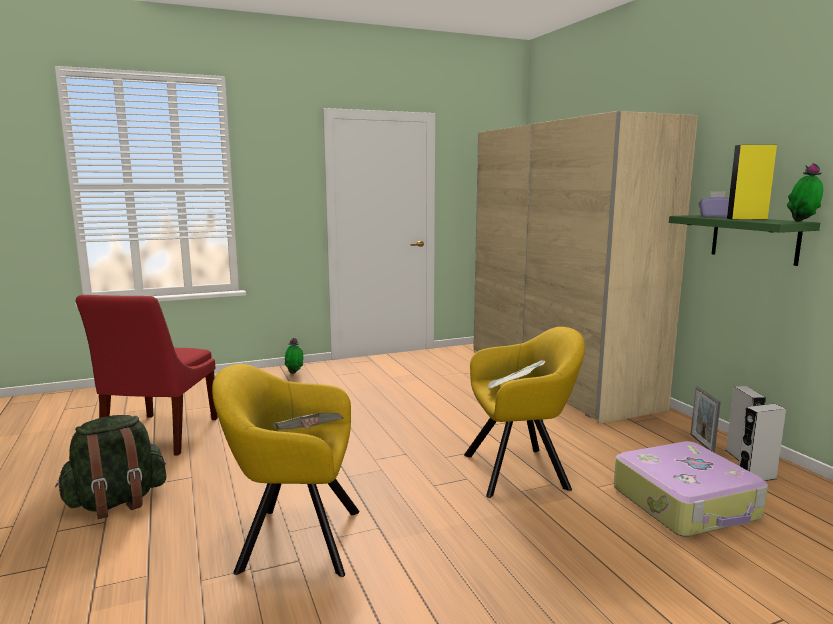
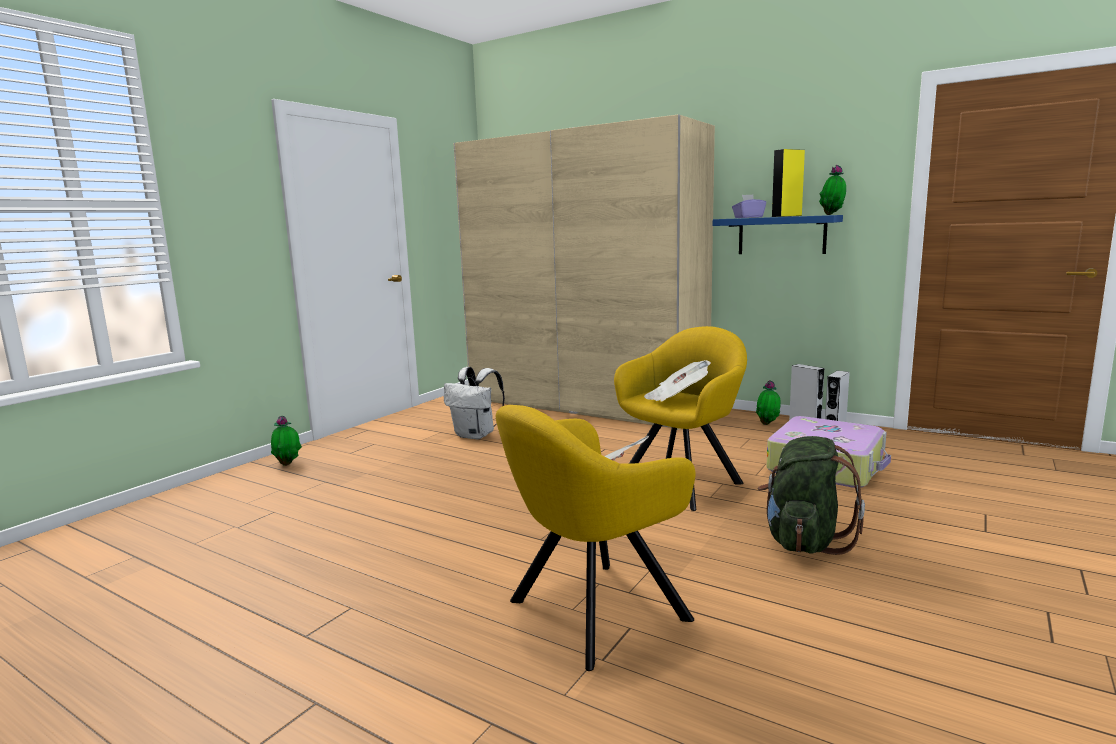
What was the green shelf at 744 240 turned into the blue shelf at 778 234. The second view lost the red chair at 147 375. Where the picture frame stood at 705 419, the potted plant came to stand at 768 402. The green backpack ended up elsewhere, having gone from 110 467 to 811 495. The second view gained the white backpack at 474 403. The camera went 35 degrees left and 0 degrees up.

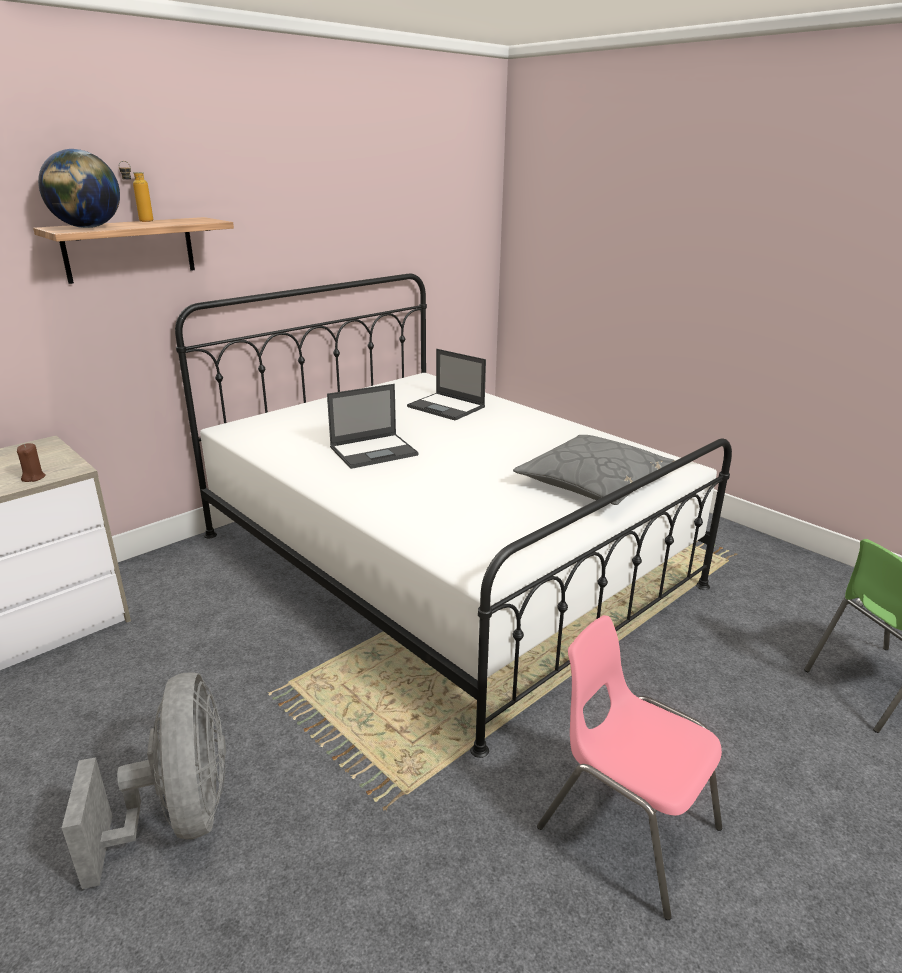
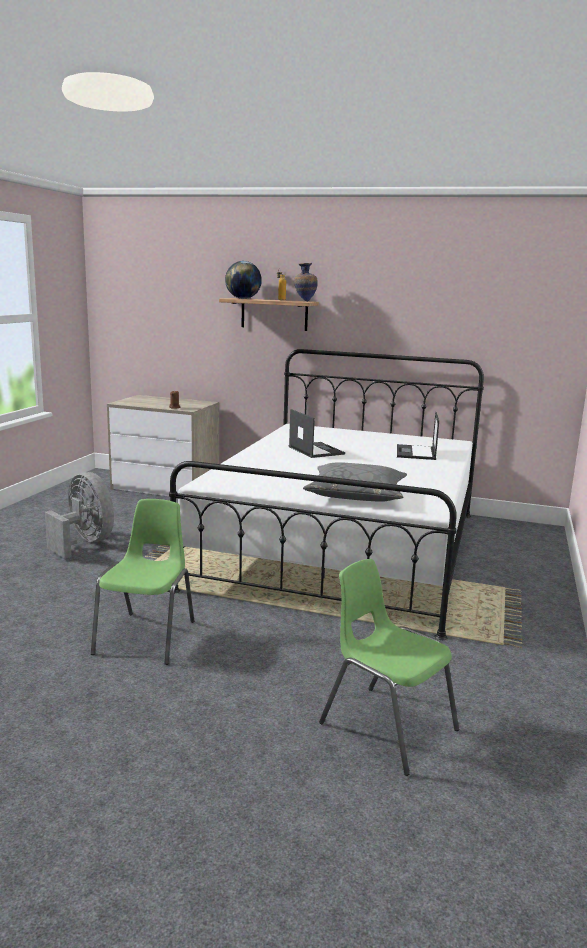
The laptop at 373 426 ended up facing another way, 150 degrees counterclockwise from before. What was the pink chair at 629 767 turned into the green chair at 142 582. The grey fan at 144 781 ended up facing another way, 90 degrees counterclockwise from before. The second view gained the vase at 306 282. The camera went 60 degrees right and 10 degrees down.

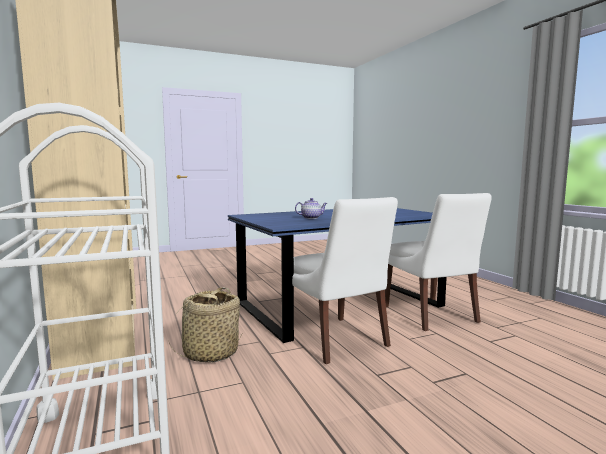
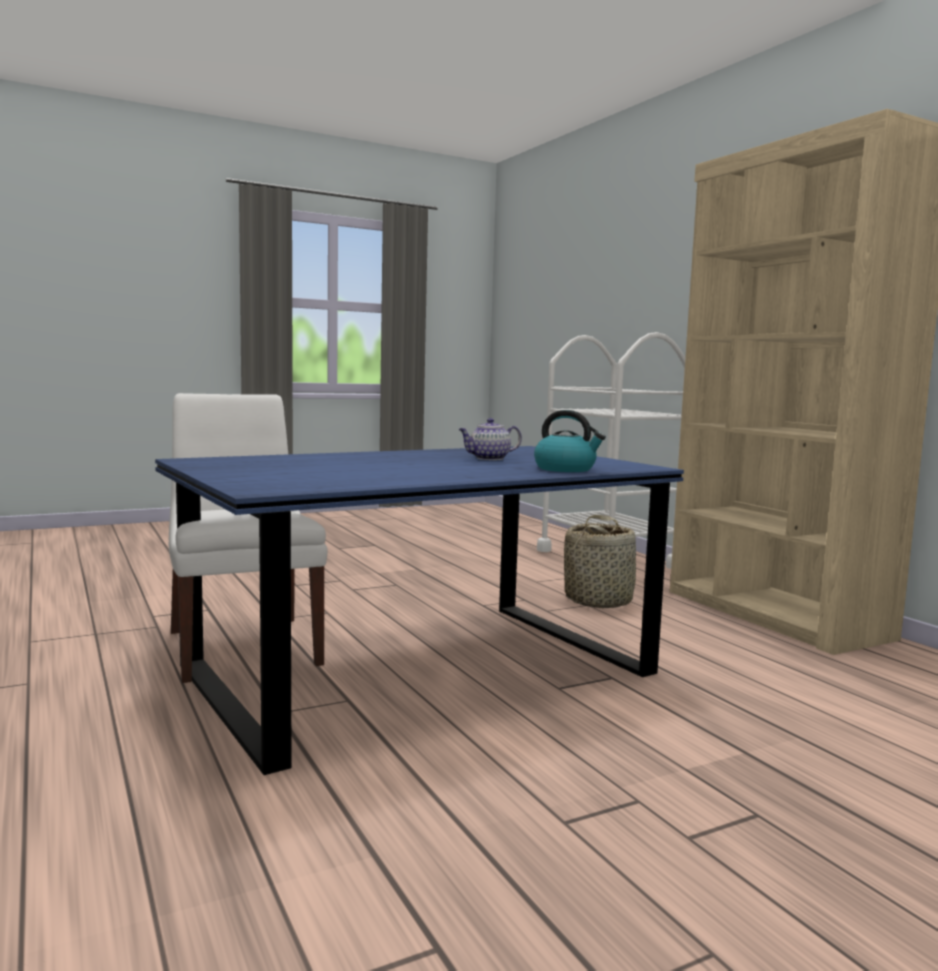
The second view lost the white chair at 345 280. The second view gained the kettle at 570 441. The camera went 175 degrees right and 0 degrees up.

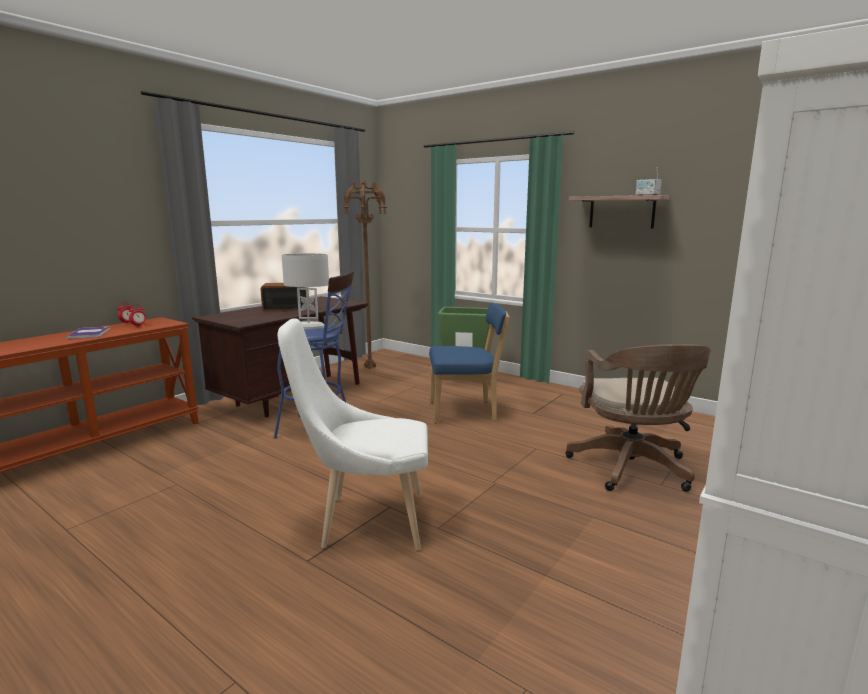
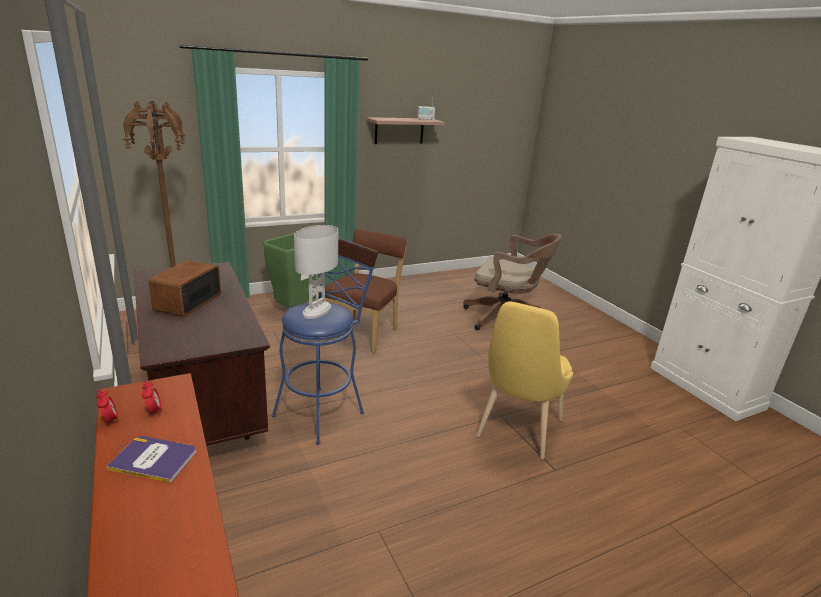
What was the blue chair at 469 362 turned into the brown chair at 366 291. What was the white chair at 353 434 turned into the yellow chair at 524 380. The camera went 65 degrees left and 10 degrees up.

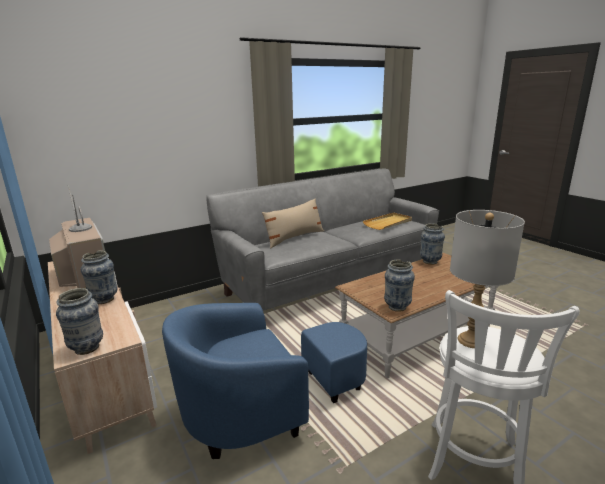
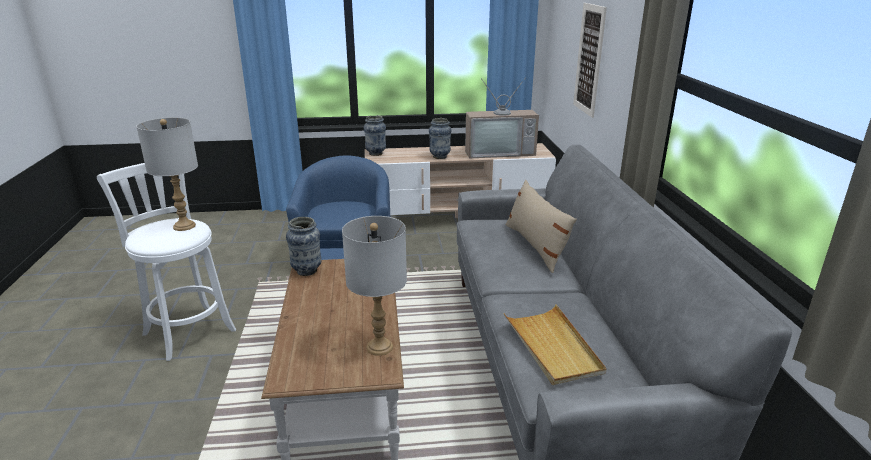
Where the vase stood at 432 244, the grey table lamp came to stand at 374 286. The second view gained the picture at 590 60. The camera went 115 degrees right and 5 degrees up.

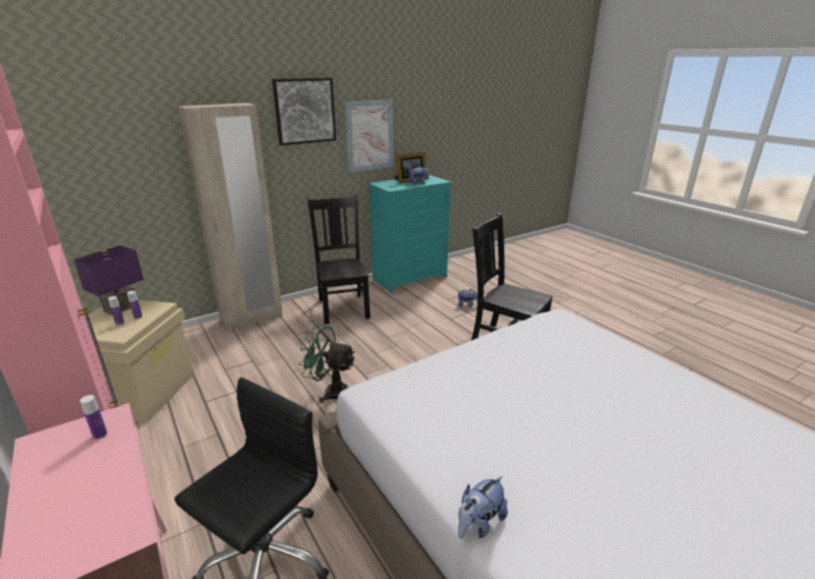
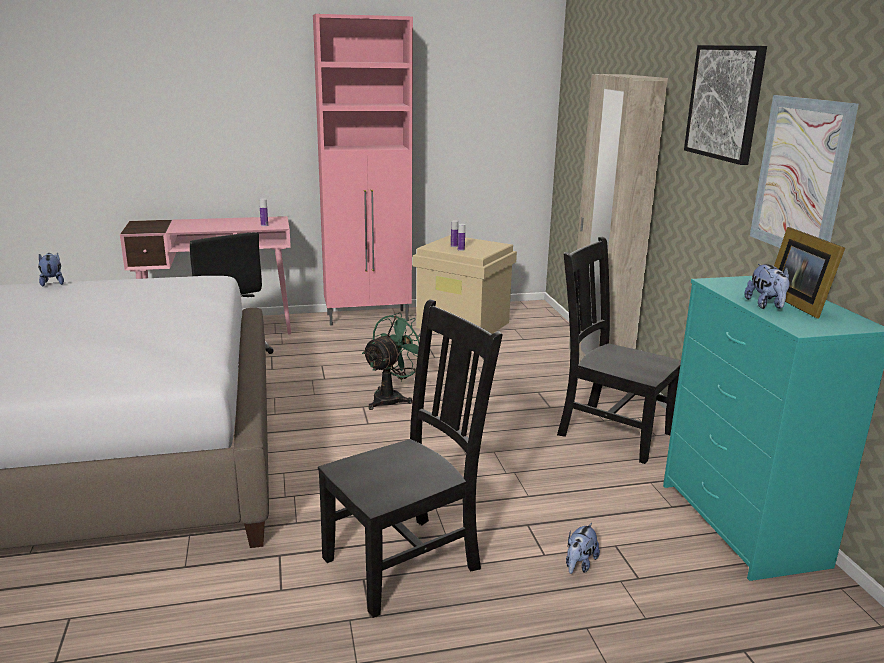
The black chair at 338 259 ended up facing another way, 150 degrees counterclockwise from before. The second view lost the purple table lamp at 109 280. The camera went 110 degrees right and 5 degrees down.

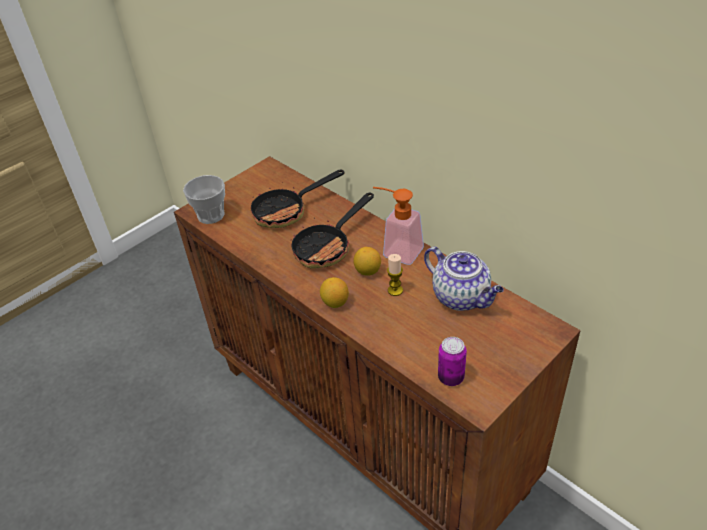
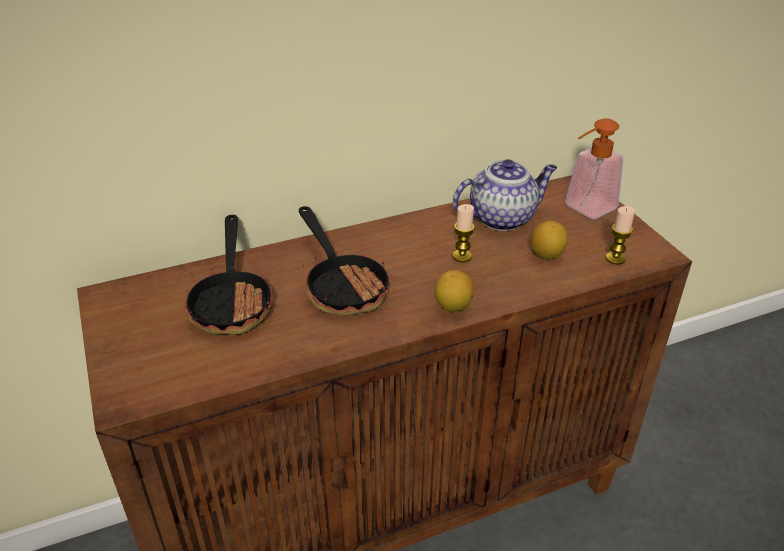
The second view lost the cup at 204 199. The soap dispenser ended up elsewhere, having gone from 398 226 to 594 168. The lemon ended up elsewhere, having gone from 367 261 to 549 240. Where the can stood at 452 361, the candle came to stand at 620 235. The camera went 70 degrees left and 5 degrees down.

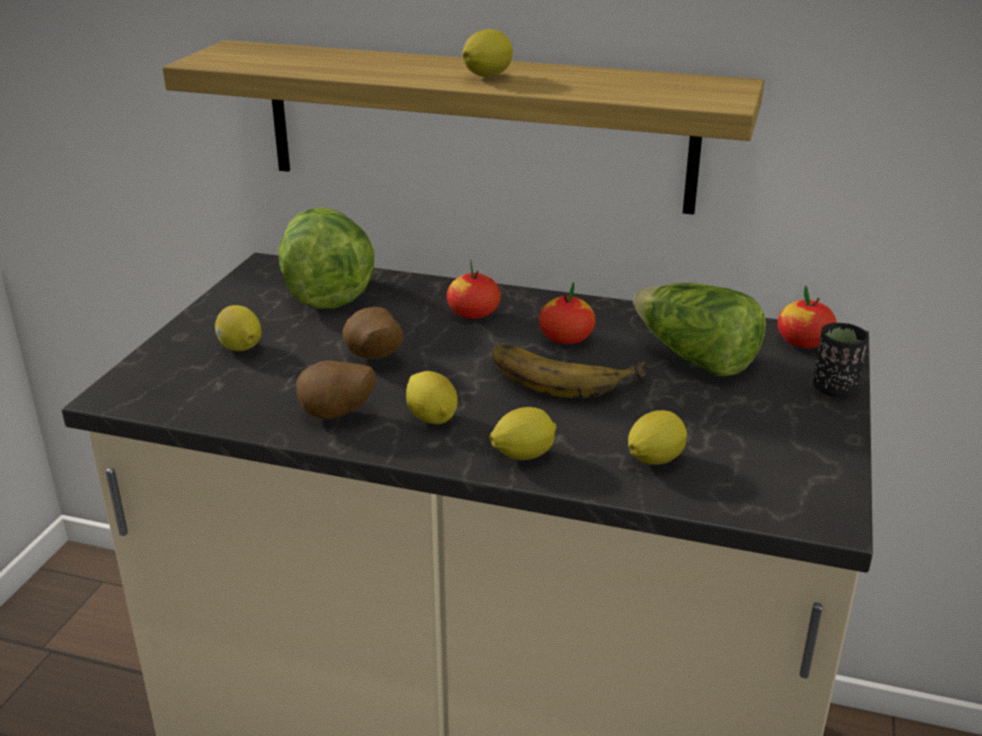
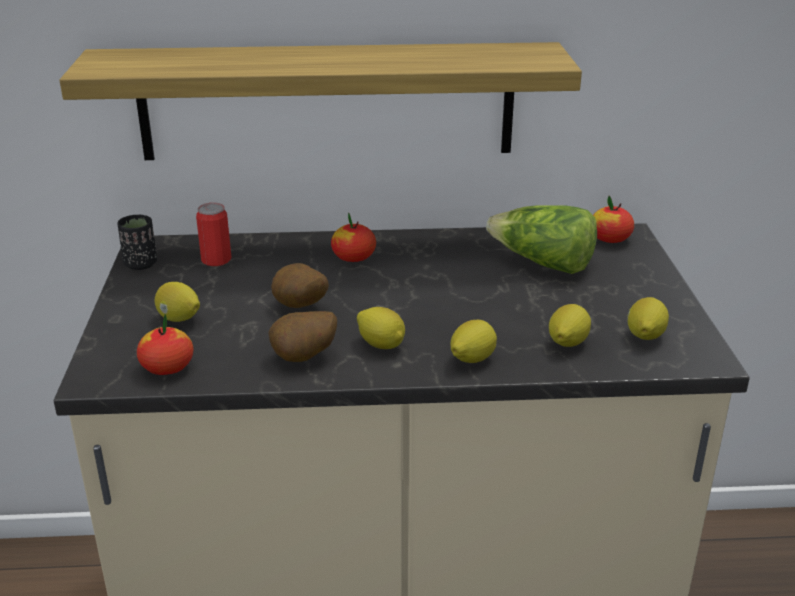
The lemon ended up elsewhere, having gone from 487 53 to 648 318. Where the lettuce stood at 326 258, the can came to stand at 213 234. The apple ended up elsewhere, having gone from 567 313 to 165 344. The black cup ended up elsewhere, having gone from 840 360 to 137 242. The second view lost the banana at 570 371. The camera went 20 degrees left and 0 degrees up.

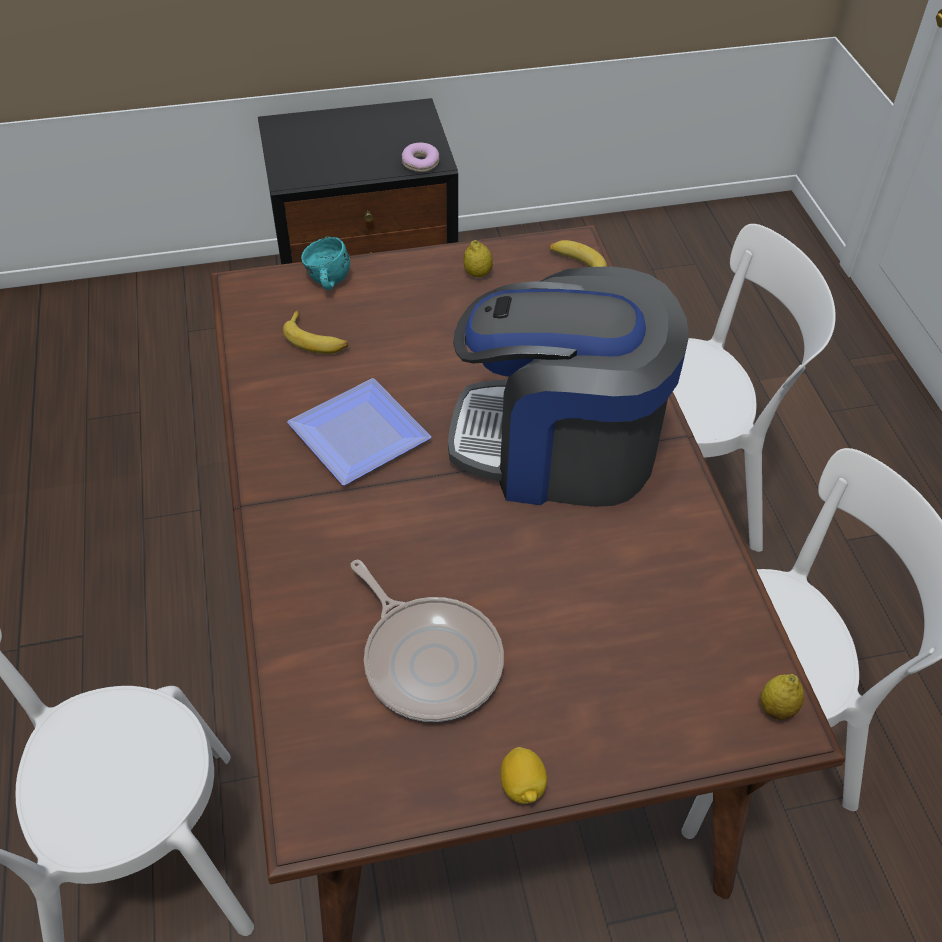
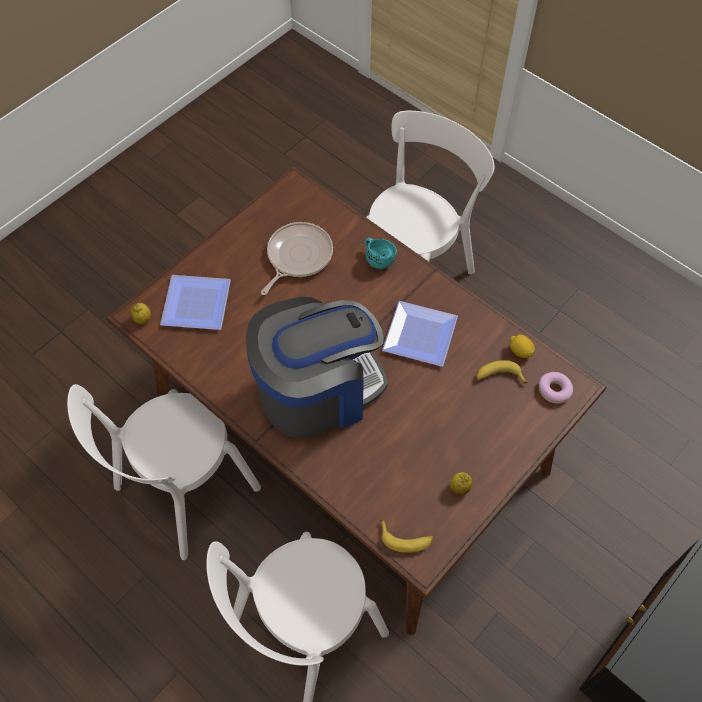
The donut ended up elsewhere, having gone from 420 157 to 556 388. The turquoise mug ended up elsewhere, having gone from 325 263 to 381 254. The frying pan at 427 640 ended up facing another way, 105 degrees clockwise from before. The lemon ended up elsewhere, having gone from 524 775 to 522 346. The second view gained the plate at 195 302. The camera went 145 degrees right and 10 degrees up.

